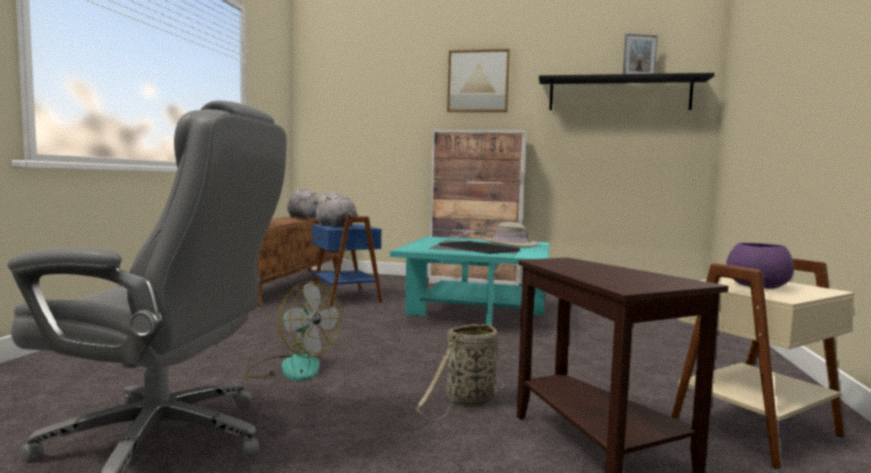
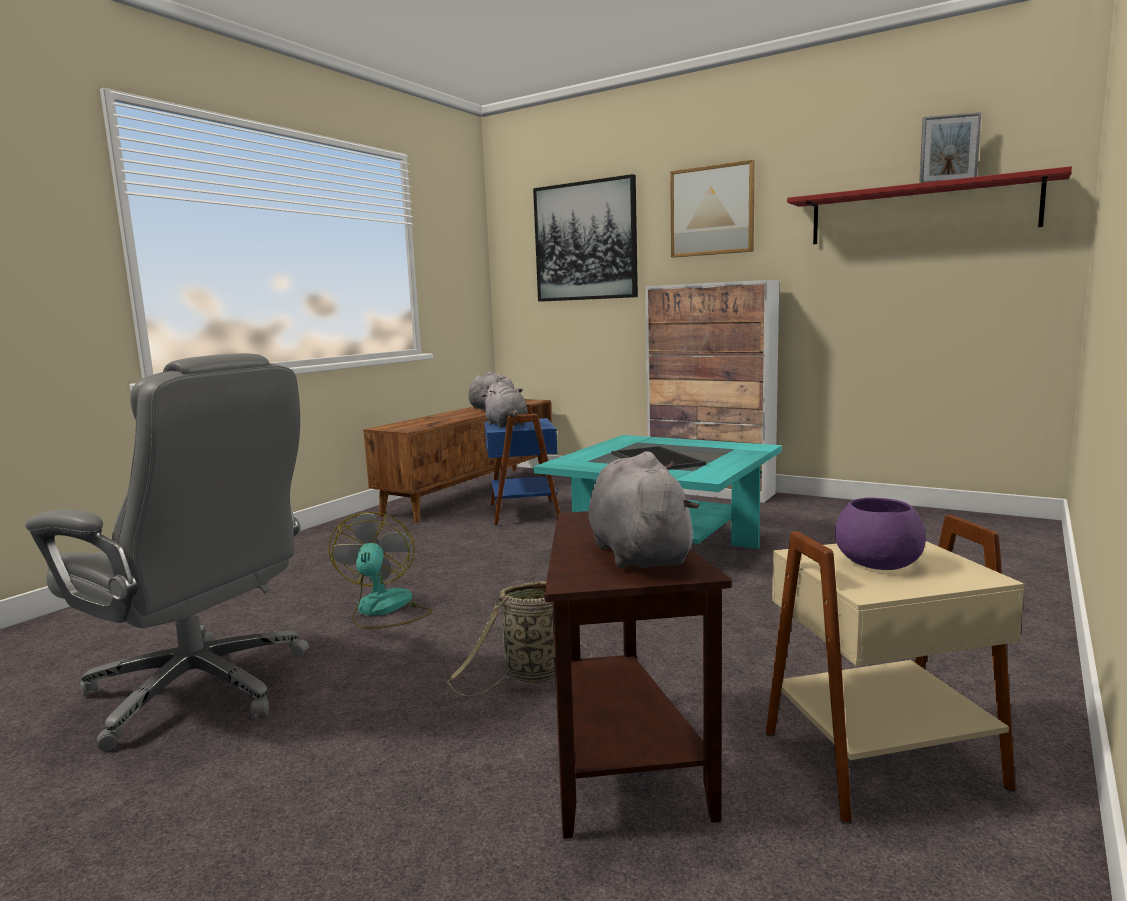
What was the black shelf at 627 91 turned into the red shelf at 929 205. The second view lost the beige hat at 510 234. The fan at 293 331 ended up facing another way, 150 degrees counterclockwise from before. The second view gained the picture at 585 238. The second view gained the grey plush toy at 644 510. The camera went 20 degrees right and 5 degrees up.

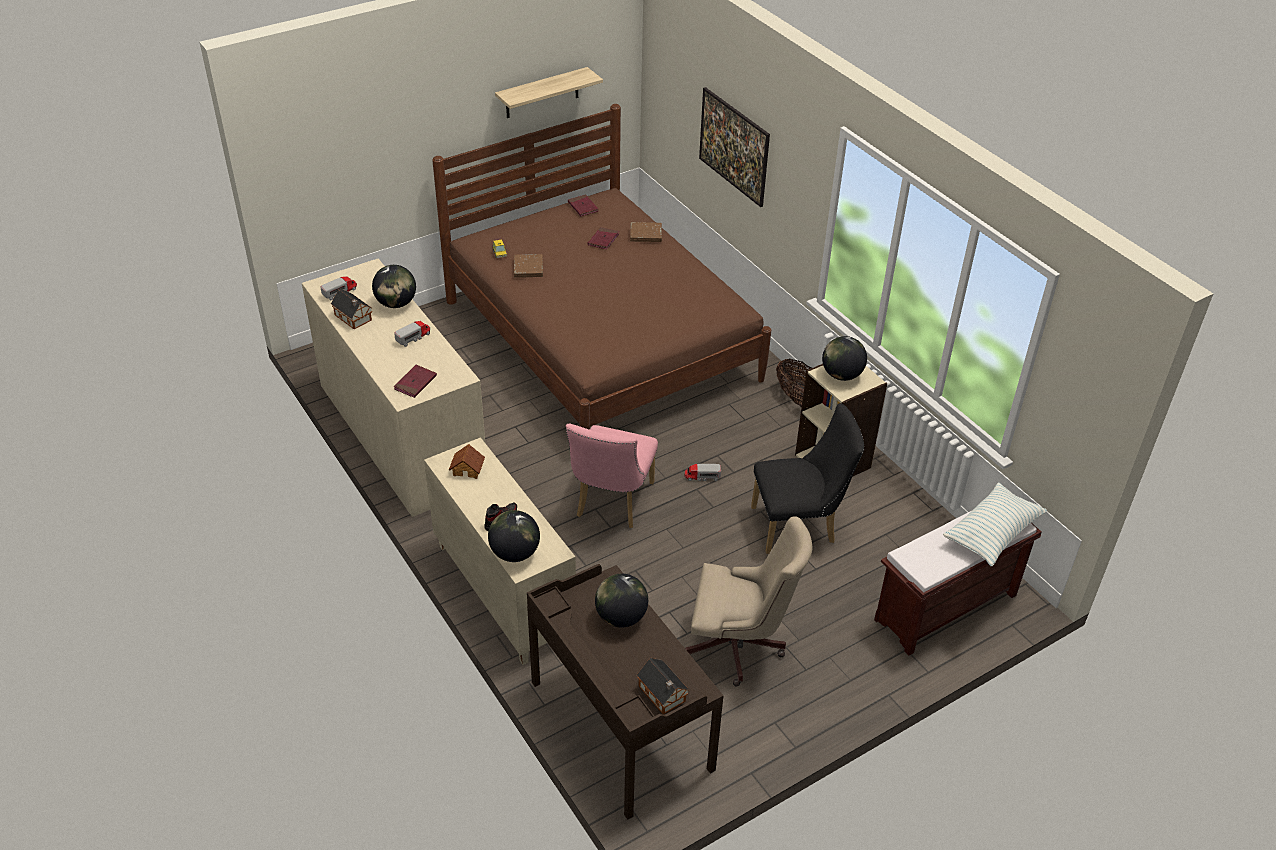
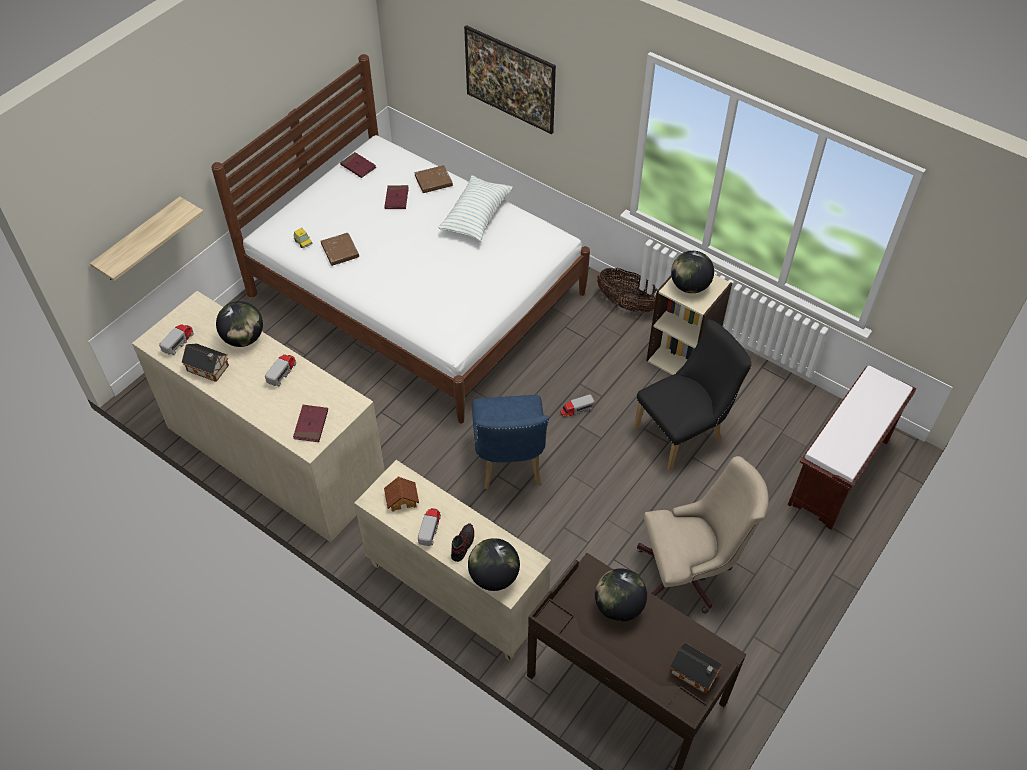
The shelf ended up elsewhere, having gone from 549 92 to 147 239. What was the brown bed at 601 267 turned into the white bed at 400 238. What was the pink chair at 612 476 turned into the blue chair at 510 442. The pillow ended up elsewhere, having gone from 995 524 to 475 208. The second view gained the toy truck at 429 527. The camera went 20 degrees left and 10 degrees up.

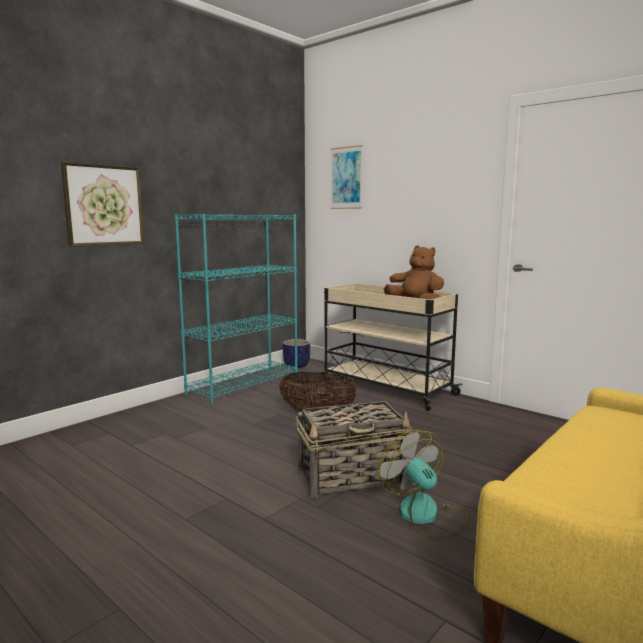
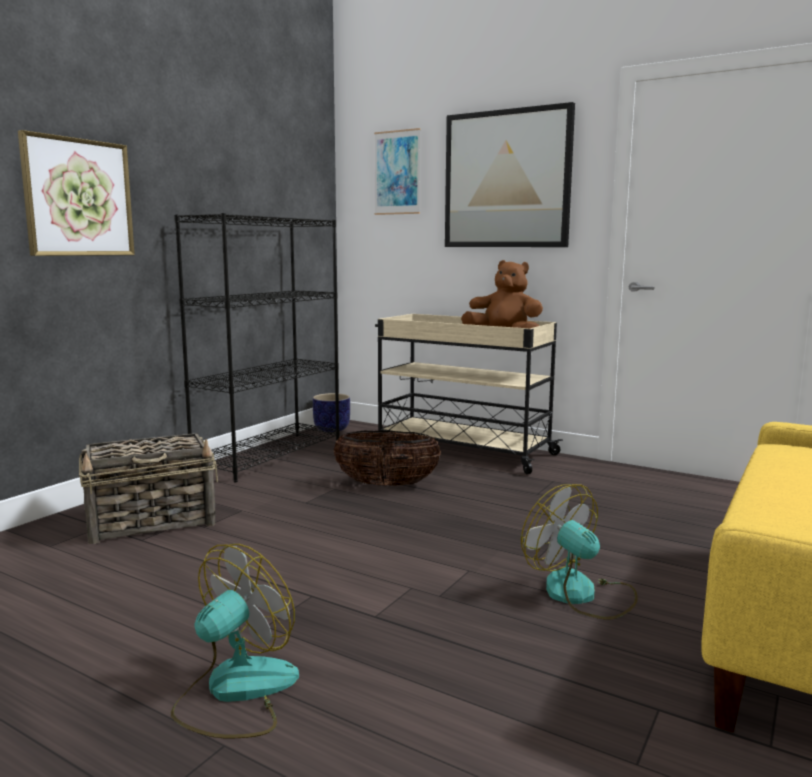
What was the turquoise bookcase at 236 309 turned into the black bookcase at 257 348. The basket ended up elsewhere, having gone from 354 449 to 148 488. The second view gained the picture at 510 174. The second view gained the fan at 235 641. The camera went 10 degrees left and 0 degrees up.

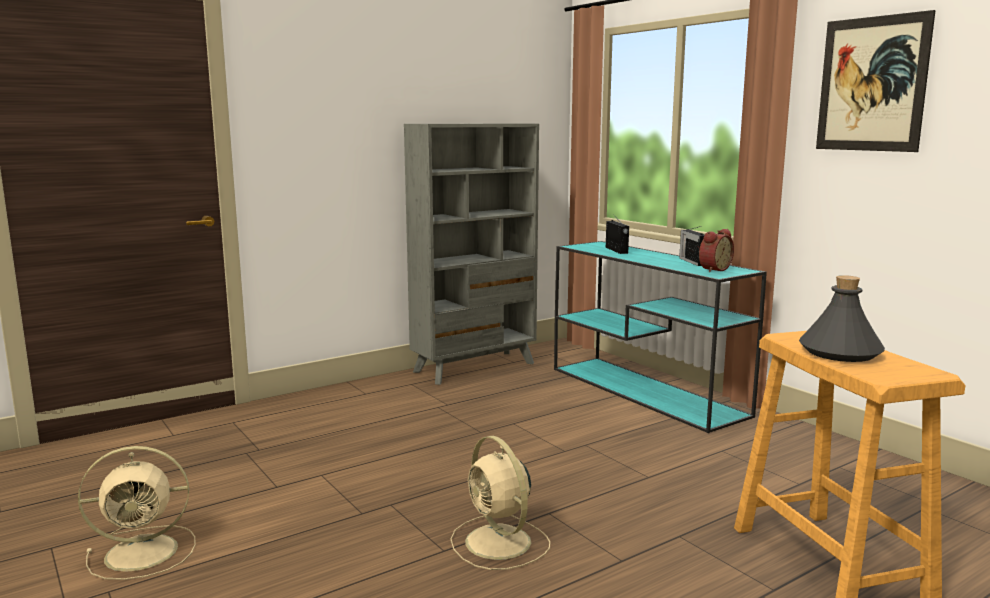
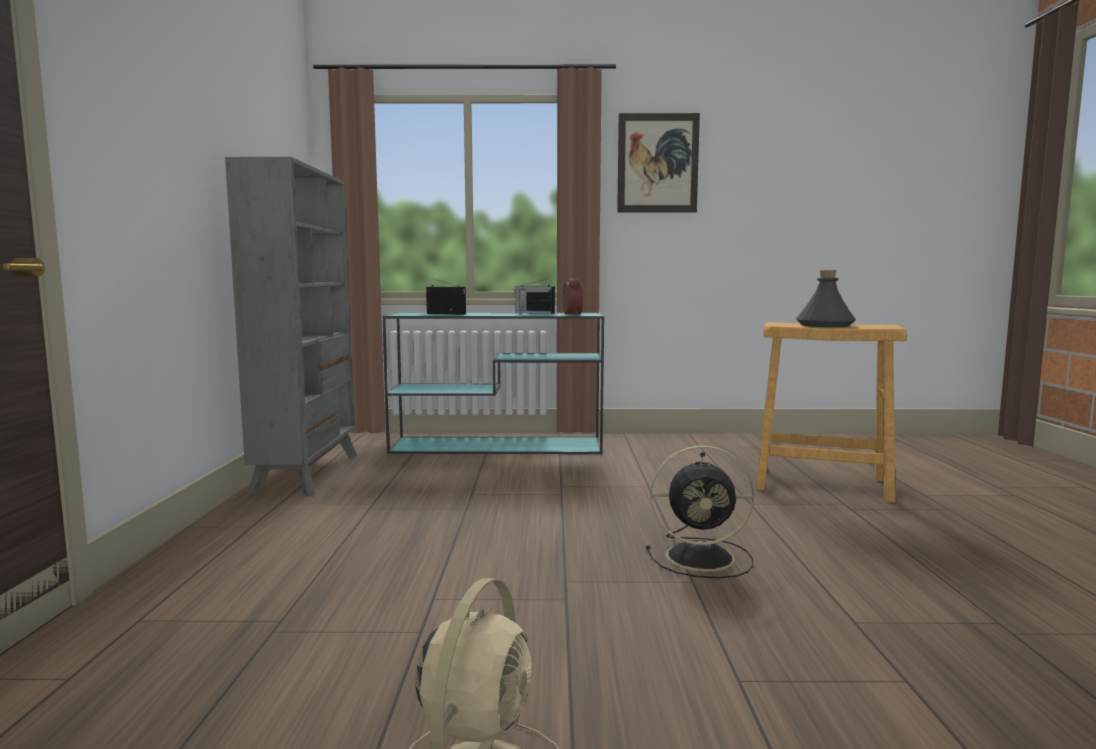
What was the beige fan at 500 503 turned into the black fan at 700 512. The camera went 55 degrees left and 5 degrees down.

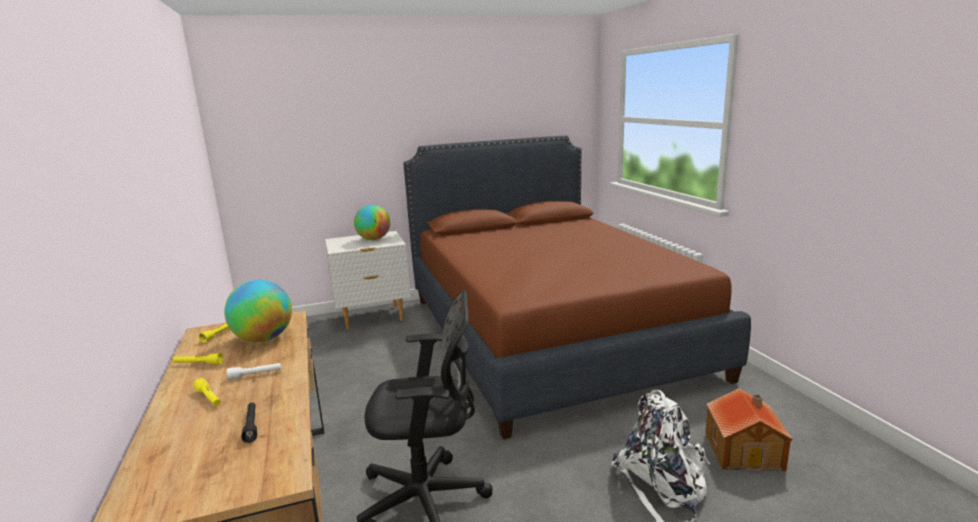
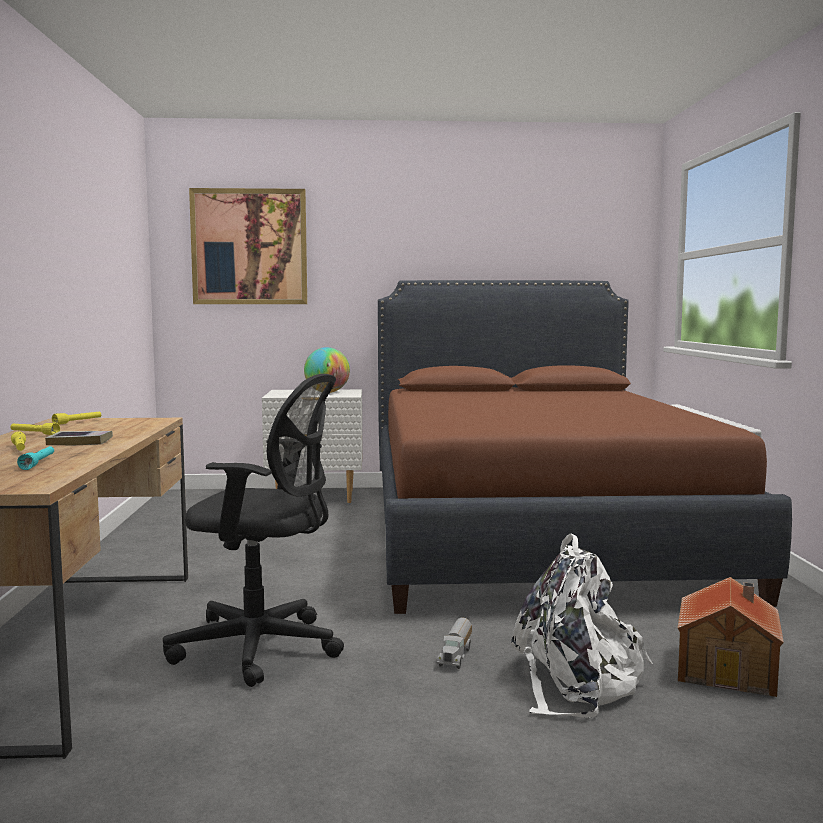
The second view lost the globe at 258 311. Where the white flashlight stood at 254 371, the book came to stand at 79 438. What was the black flashlight at 249 422 turned into the turquoise flashlight at 35 458. The second view gained the picture at 248 246. The second view gained the toy truck at 454 643. The camera went 15 degrees right and 10 degrees down.

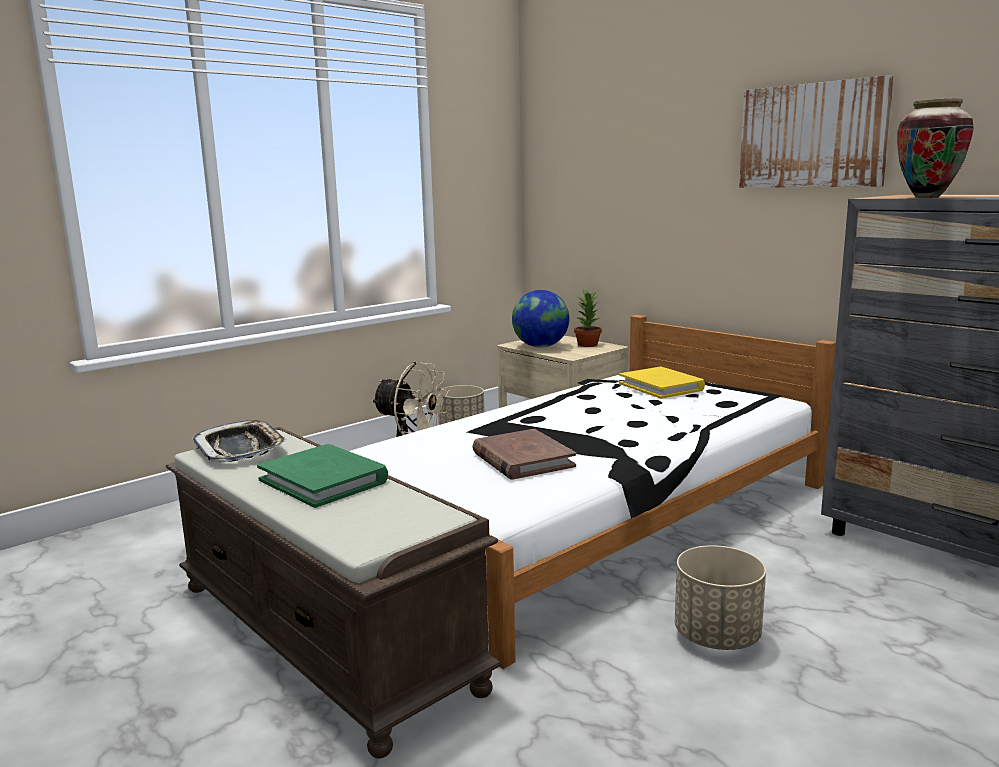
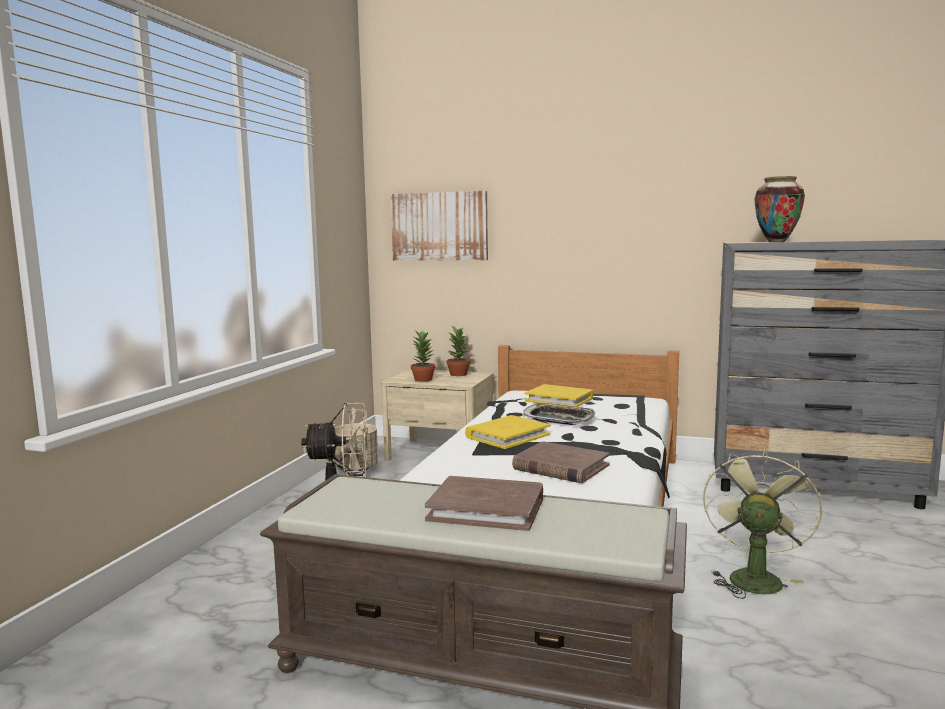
The picture ended up elsewhere, having gone from 816 131 to 439 226. Where the globe stood at 540 319, the potted plant came to stand at 423 356. The tray ended up elsewhere, having gone from 240 441 to 559 414. What was the green book at 322 476 turned into the brown book at 484 503. Where the beige planter stood at 720 597, the green fan came to stand at 762 523. The second view gained the yellow book at 507 432. The camera went 30 degrees left and 5 degrees down.

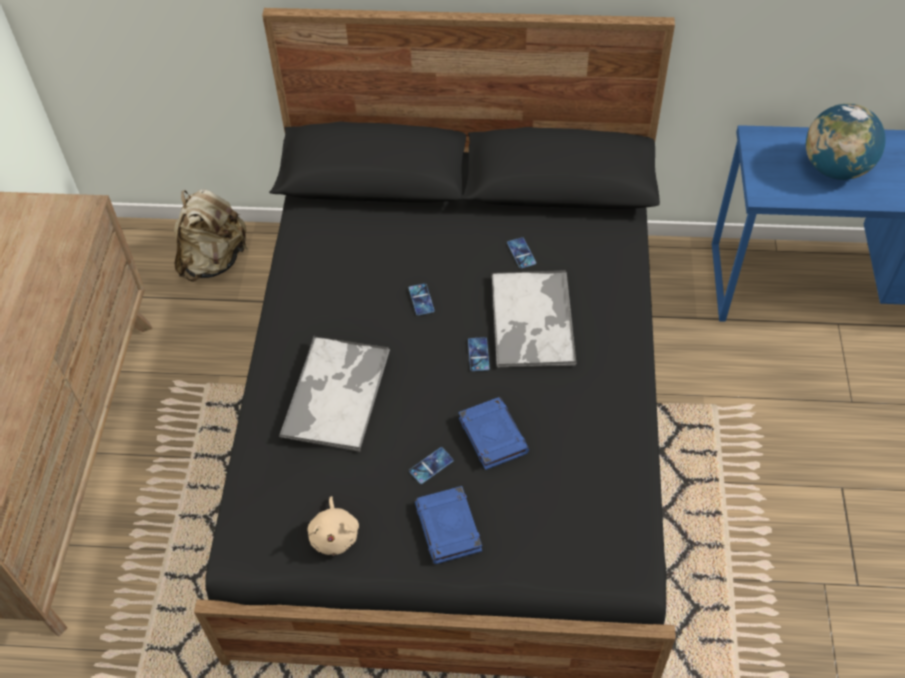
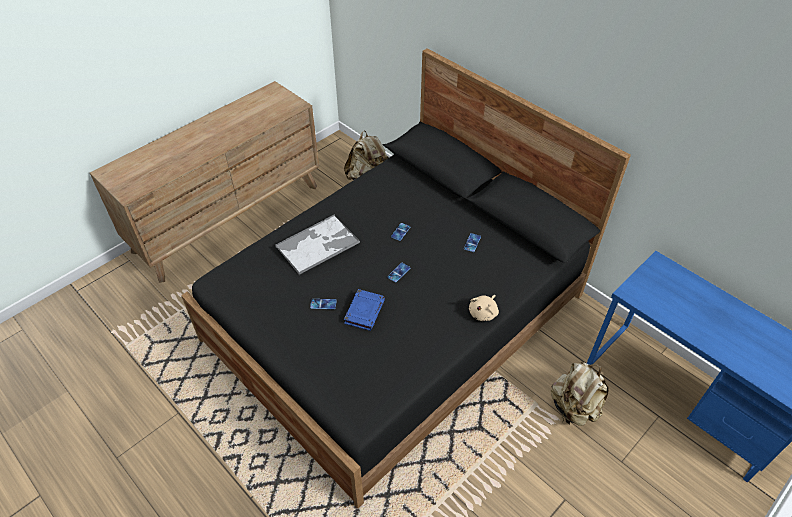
The second view lost the globe at 846 142. The second view lost the tray at 533 318. The second view lost the blue book at 448 525. The beige plush toy ended up elsewhere, having gone from 333 525 to 484 308. The second view gained the beige backpack at 580 394. The camera went 40 degrees right and 5 degrees down.

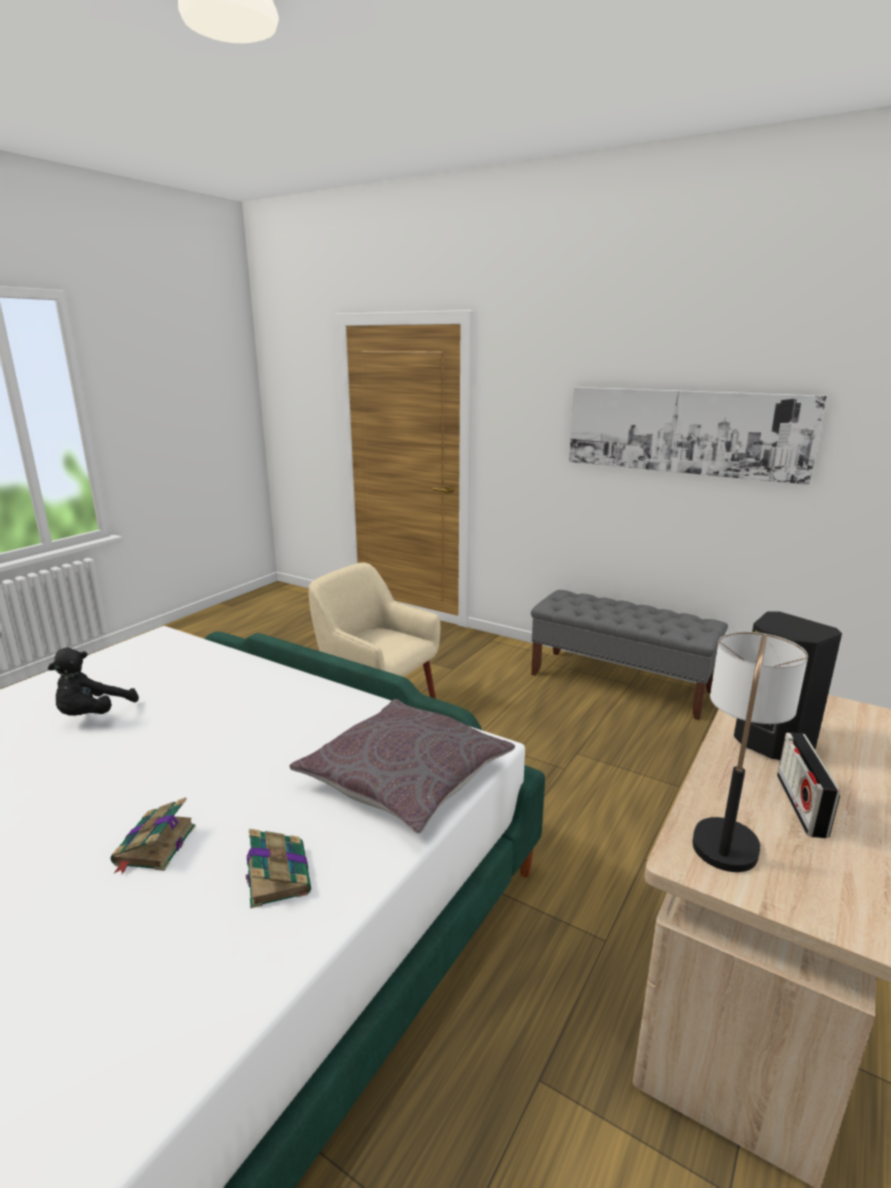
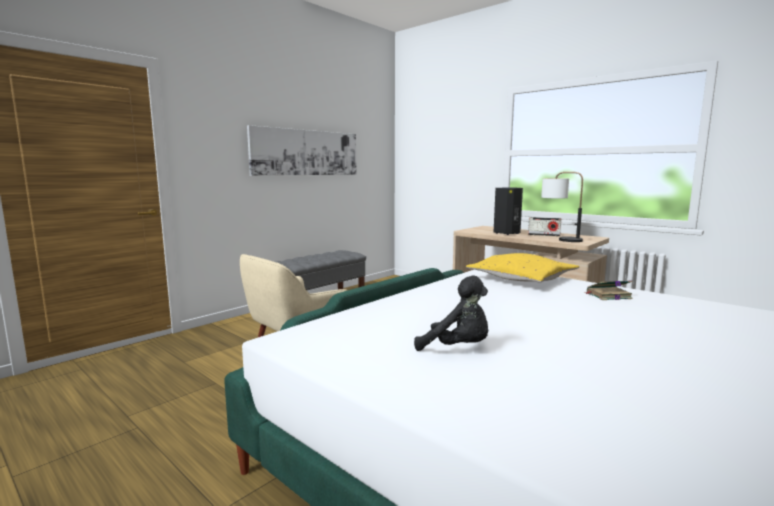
What was the grey pillow at 402 766 turned into the yellow pillow at 522 267. The second view lost the book at 153 835. The camera went 80 degrees left and 10 degrees down.

